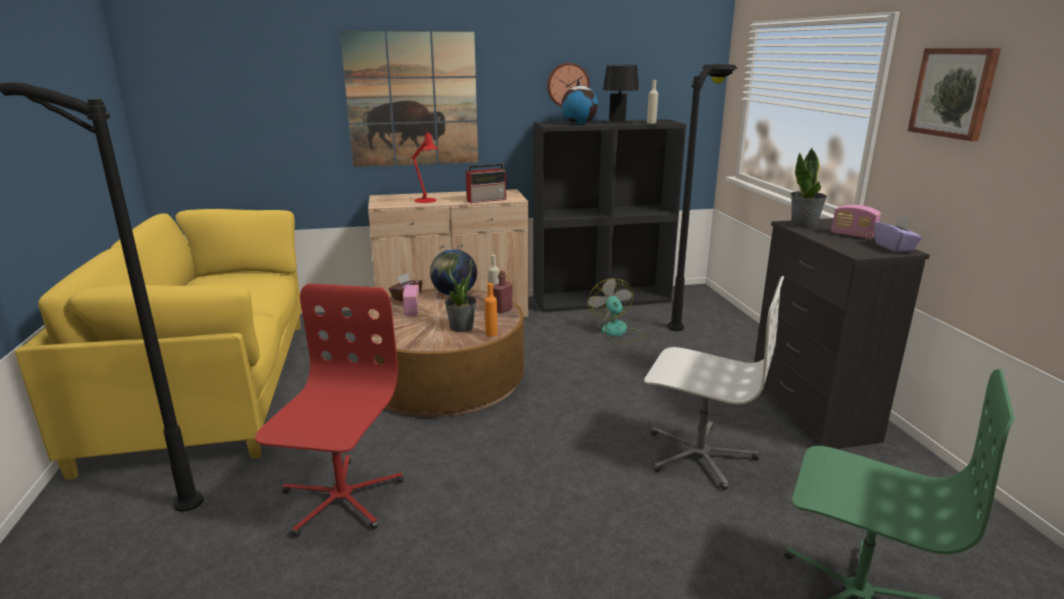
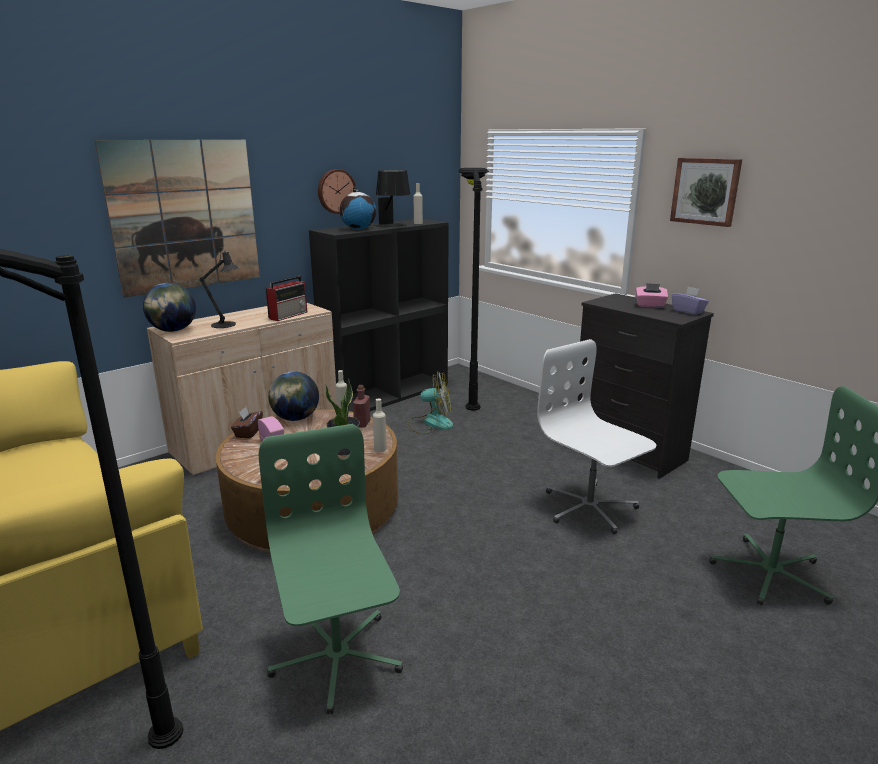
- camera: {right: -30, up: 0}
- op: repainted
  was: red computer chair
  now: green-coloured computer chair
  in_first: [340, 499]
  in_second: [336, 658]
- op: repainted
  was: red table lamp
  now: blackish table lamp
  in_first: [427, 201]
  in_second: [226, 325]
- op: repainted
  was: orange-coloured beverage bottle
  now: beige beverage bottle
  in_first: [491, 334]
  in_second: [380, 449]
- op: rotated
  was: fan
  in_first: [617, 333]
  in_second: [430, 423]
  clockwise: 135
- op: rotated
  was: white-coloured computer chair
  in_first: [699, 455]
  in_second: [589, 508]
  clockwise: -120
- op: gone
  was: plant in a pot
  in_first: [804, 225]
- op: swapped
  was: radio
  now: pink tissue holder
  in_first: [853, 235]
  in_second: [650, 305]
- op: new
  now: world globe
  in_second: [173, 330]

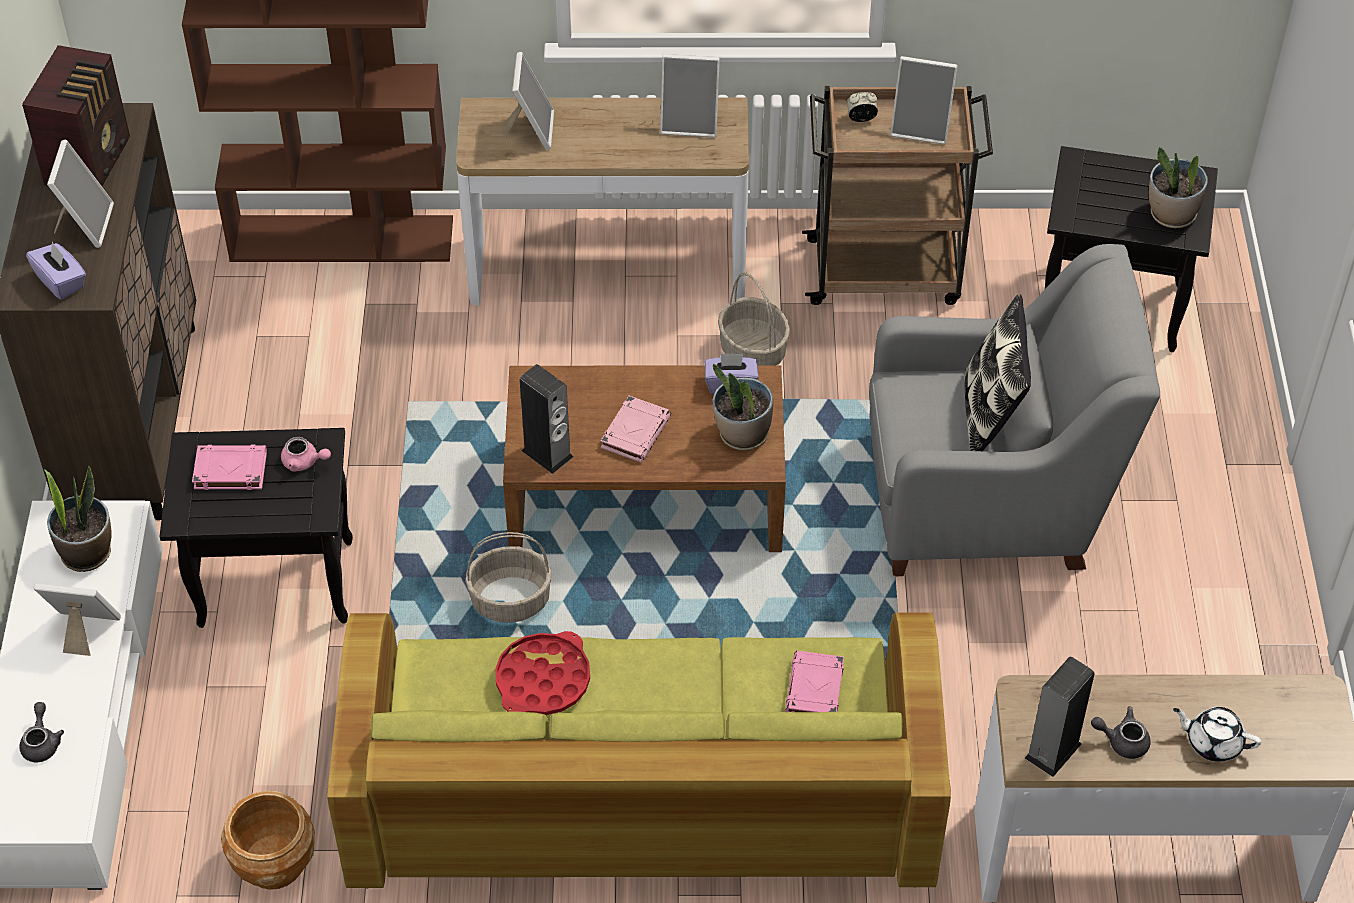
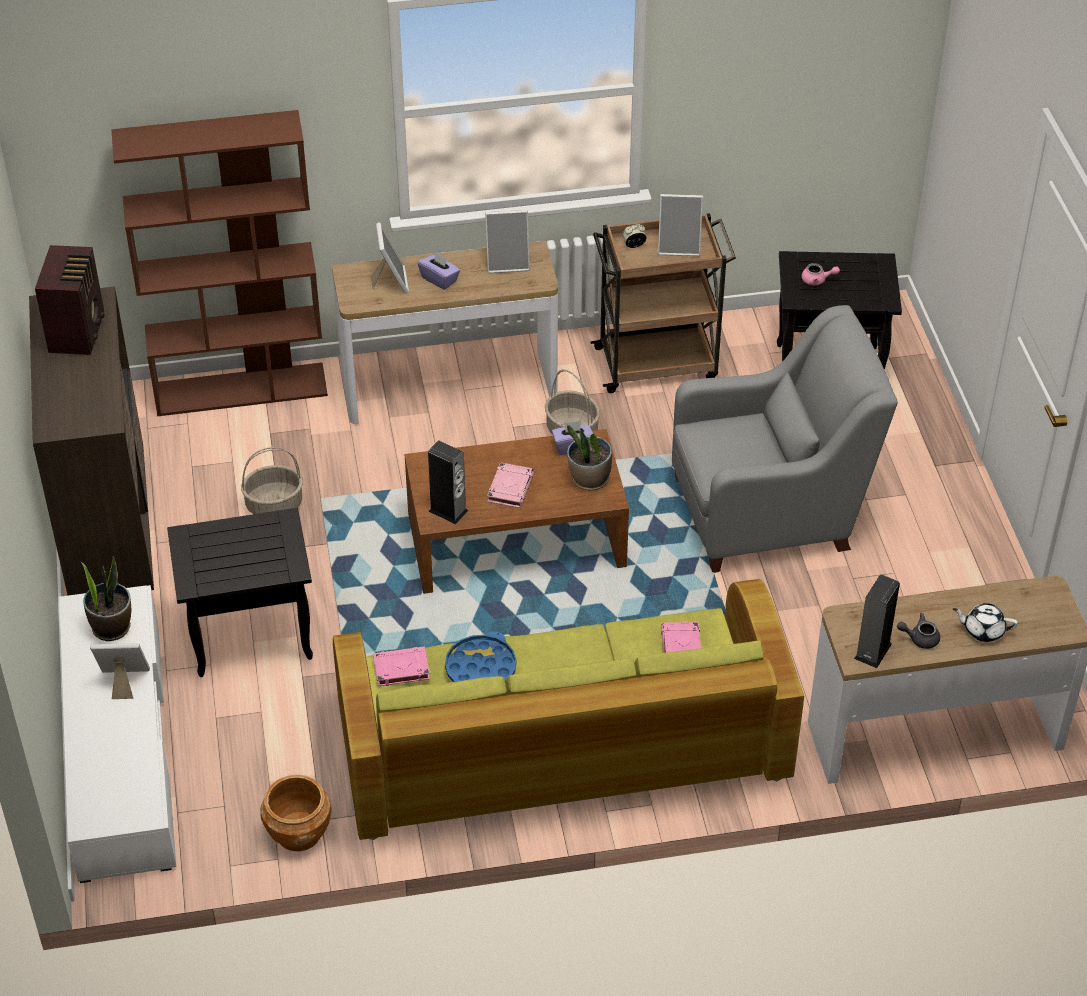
- camera: {right: -10, up: -5}
- op: gone
  was: gray tea pot
  in_first: [42, 742]
- op: shifted
  was: purple-coloured tissue holder
  in_first: [61, 281]
  in_second: [439, 279]
- op: gone
  was: picture frame
  in_first: [85, 224]
- op: shifted
  was: pink volume
  in_first: [229, 471]
  in_second: [400, 669]
- op: shifted
  was: pink tea pot
  in_first: [304, 462]
  in_second: [817, 280]
- op: shifted
  was: household basket
  in_first: [511, 599]
  in_second: [275, 504]
- op: repainted
  was: red tray
  now: blue-coloured tray
  in_first: [543, 680]
  in_second: [480, 668]
- op: gone
  was: pillow
  in_first: [990, 414]
- op: gone
  was: plant in a pot
  in_first: [1171, 215]

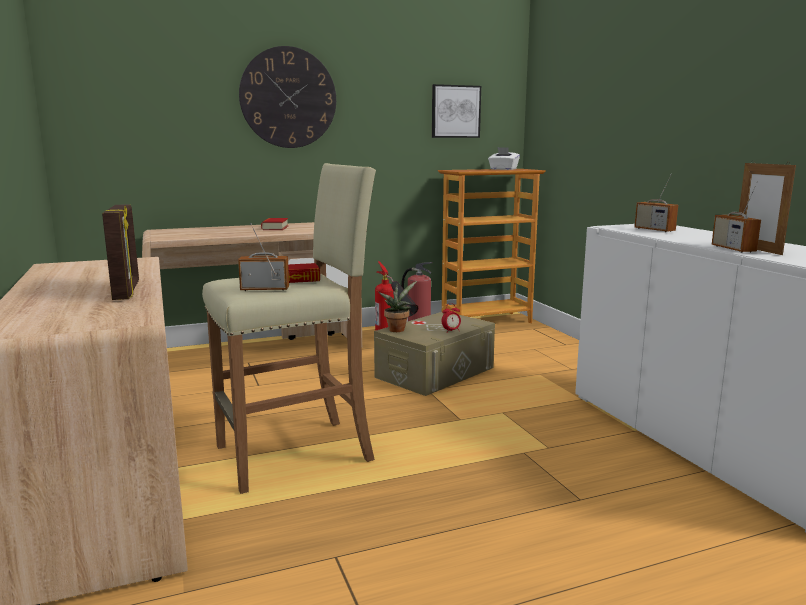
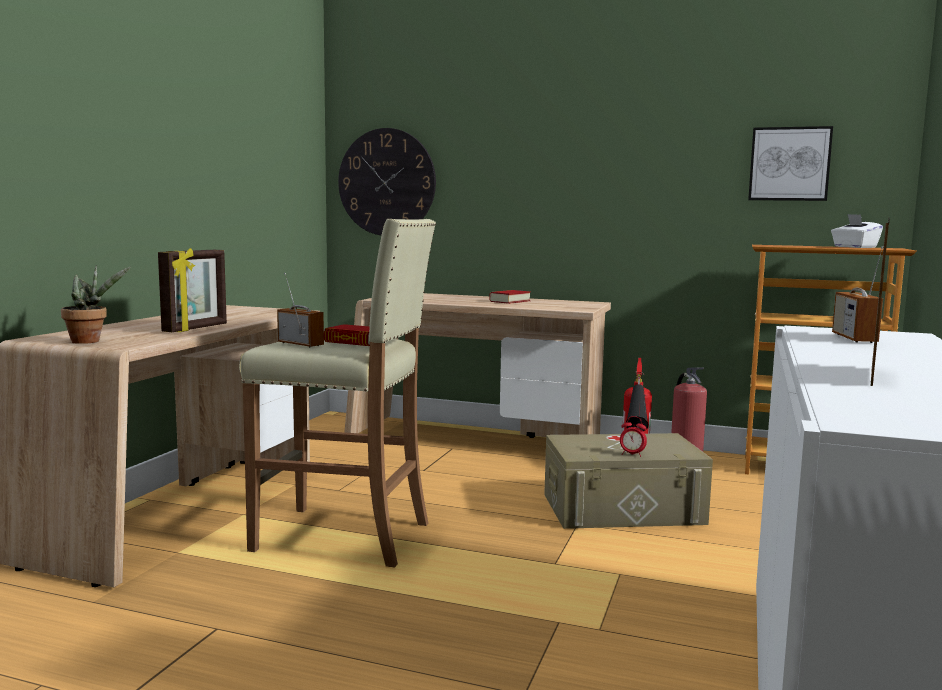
- camera: {right: 40, up: -5}
- op: shifted
  was: clock on the wall
  in_first: [288, 98]
  in_second: [386, 182]
- op: shifted
  was: plant in a pot
  in_first: [397, 329]
  in_second: [90, 341]
- op: gone
  was: radio
  in_first: [733, 249]

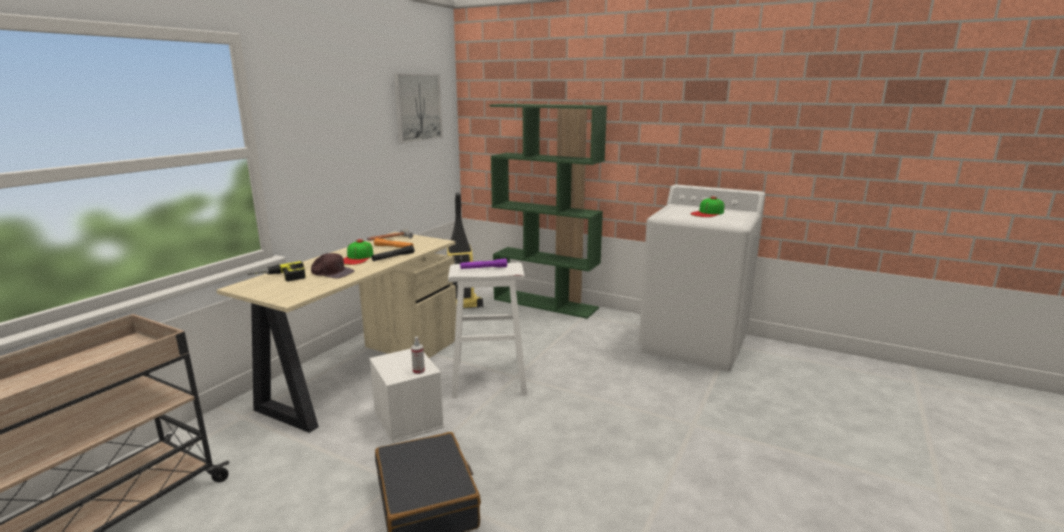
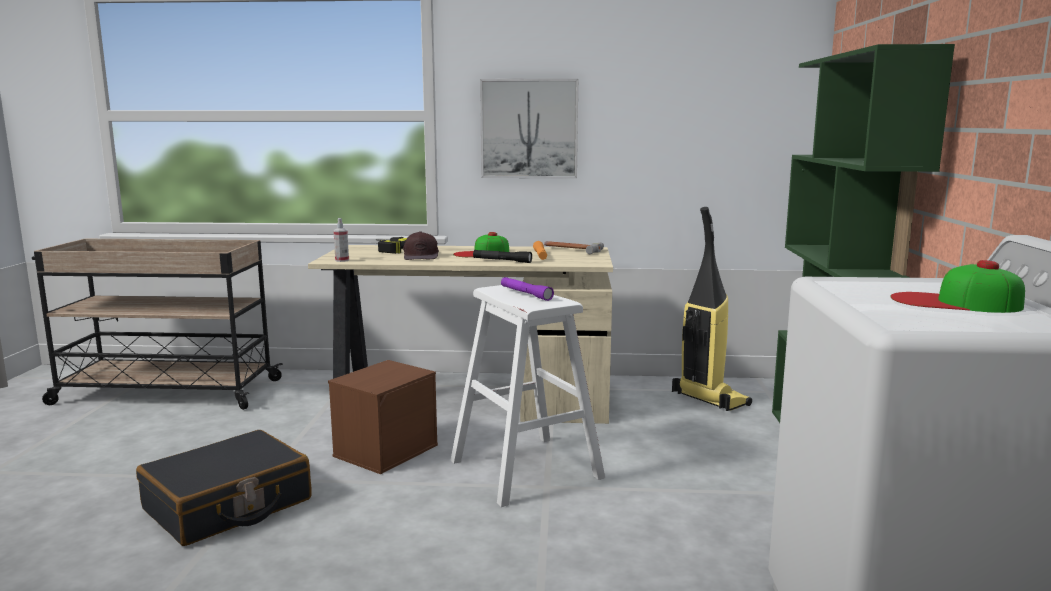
- camera: {right: 65, up: -5}
- op: repainted
  was: white-coloured storage bin
  now: brown storage bin
  in_first: [407, 419]
  in_second: [386, 450]
- op: shifted
  was: wall picture
  in_first: [417, 107]
  in_second: [529, 129]
- op: shifted
  was: hand sprayer
  in_first: [418, 371]
  in_second: [342, 260]

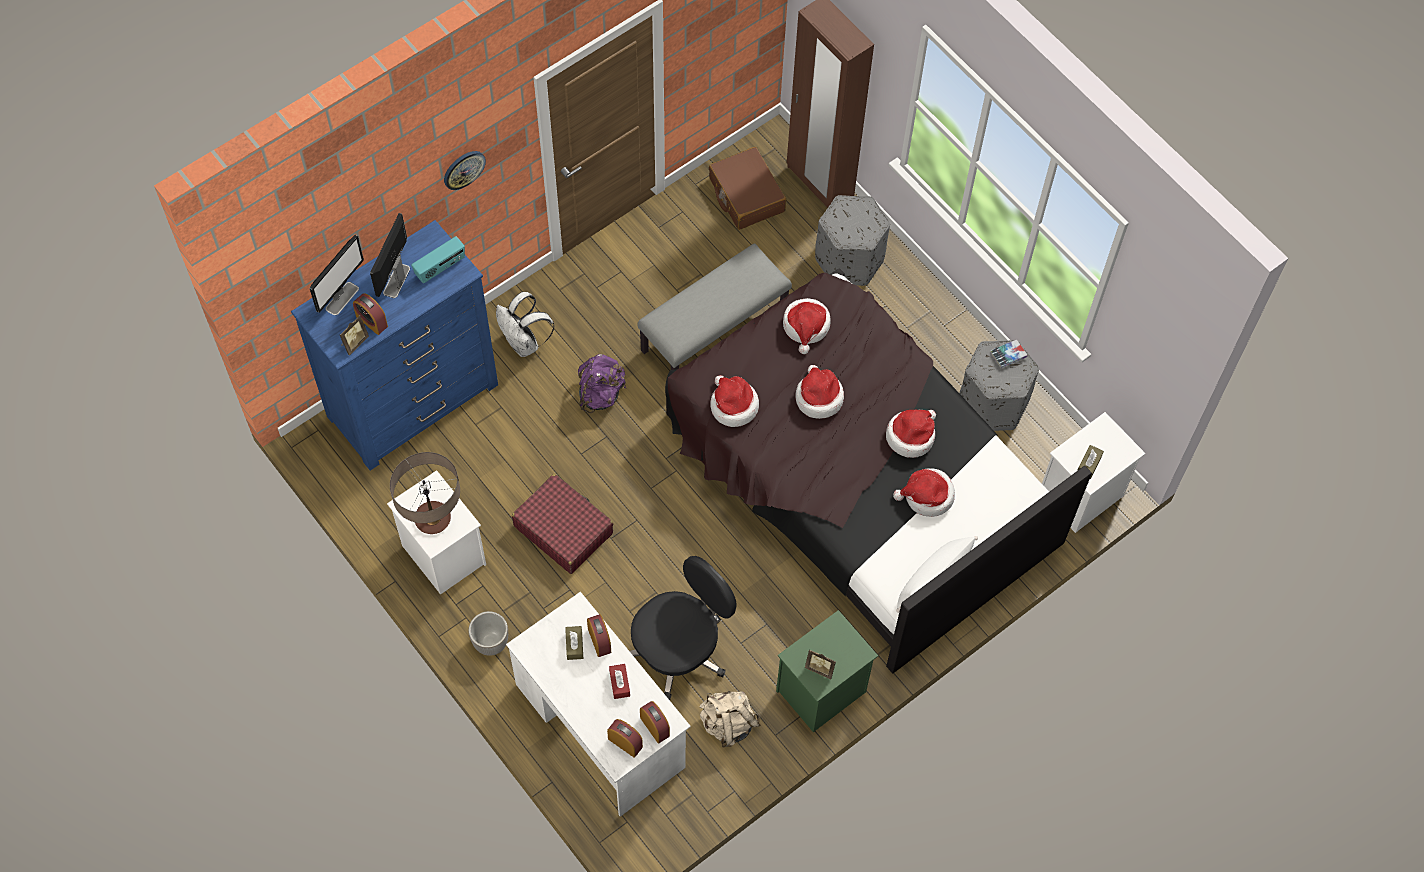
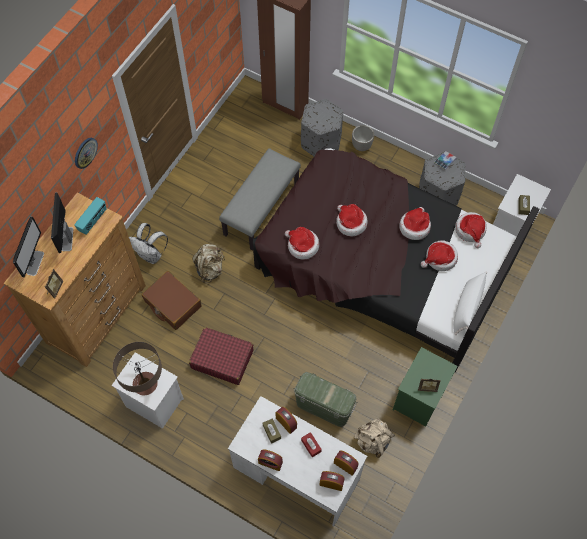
- camera: {right: -20, up: 0}
- op: repainted
  was: blue-coloured drawer chest
  now: brown drawer chest
  in_first: [413, 401]
  in_second: [97, 314]
- op: shifted
  was: bedside clock
  in_first: [371, 321]
  in_second: [270, 462]
- op: shifted
  was: plant pot
  in_first: [490, 643]
  in_second: [361, 146]
- op: repainted
  was: purple-coloured rucksack
  now: beige rucksack
  in_first: [600, 394]
  in_second: [210, 269]
- op: swapped
  was: blackish computer chair
  now: green-coloured storage bin
  in_first: [679, 650]
  in_second: [324, 406]
- op: shifted
  was: brown piece of luggage
  in_first: [746, 195]
  in_second: [172, 304]
- op: shifted
  was: hat
  in_first: [806, 327]
  in_second: [470, 230]

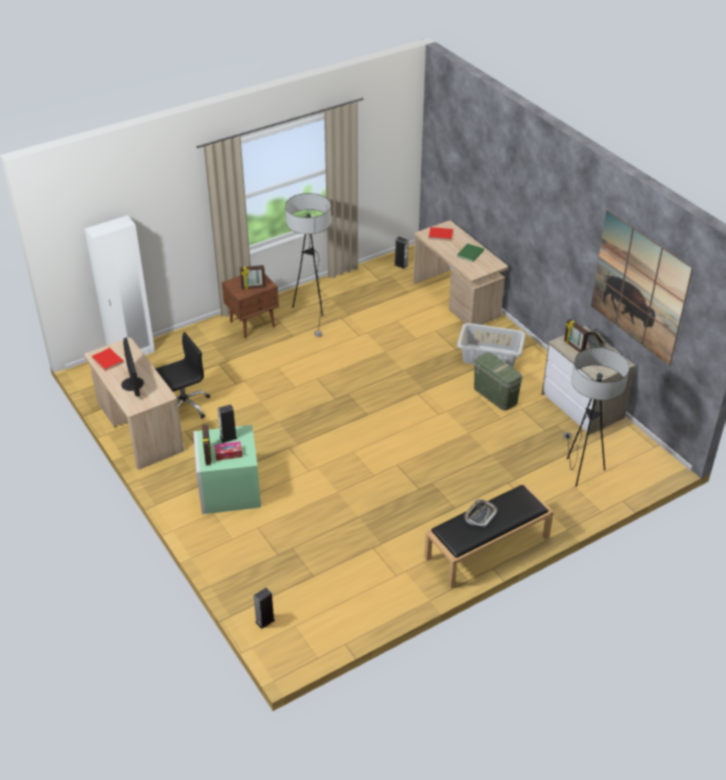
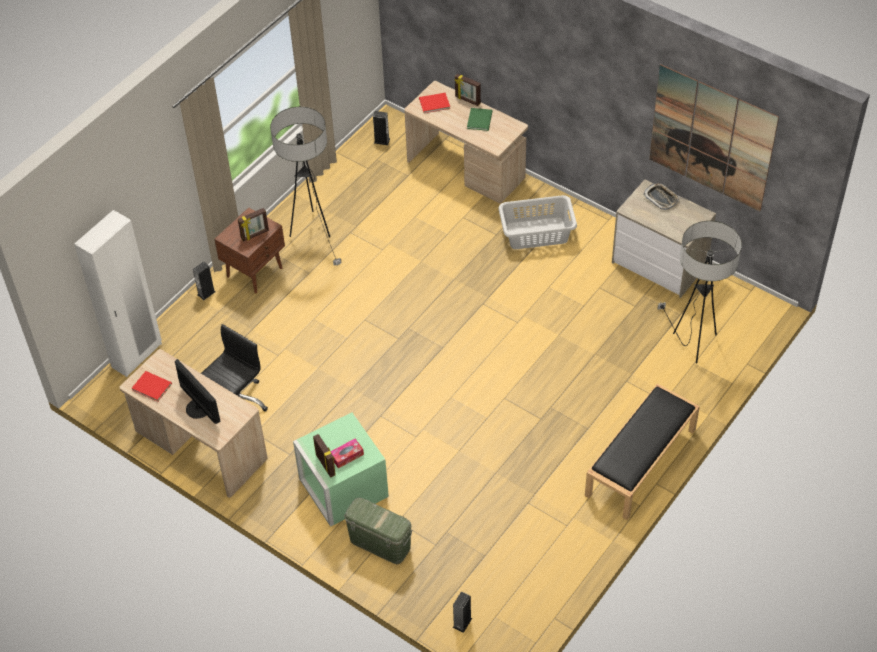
- camera: {right: -20, up: 10}
- op: shifted
  was: audio speaker
  in_first: [228, 437]
  in_second: [206, 293]
- op: gone
  was: tray
  in_first: [480, 515]
- op: shifted
  was: green-coloured storage bin
  in_first: [495, 395]
  in_second: [380, 543]
- op: shifted
  was: picture frame
  in_first: [574, 347]
  in_second: [467, 100]

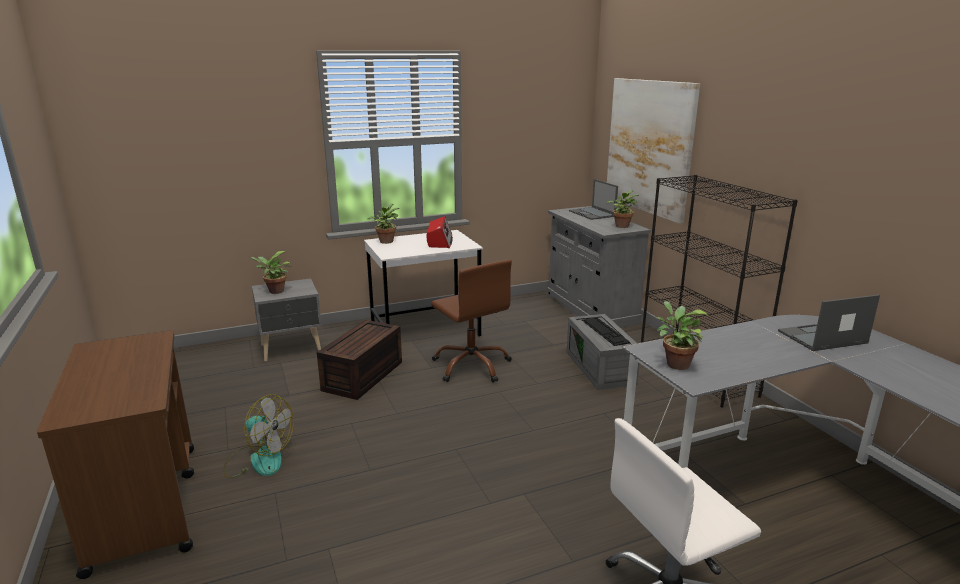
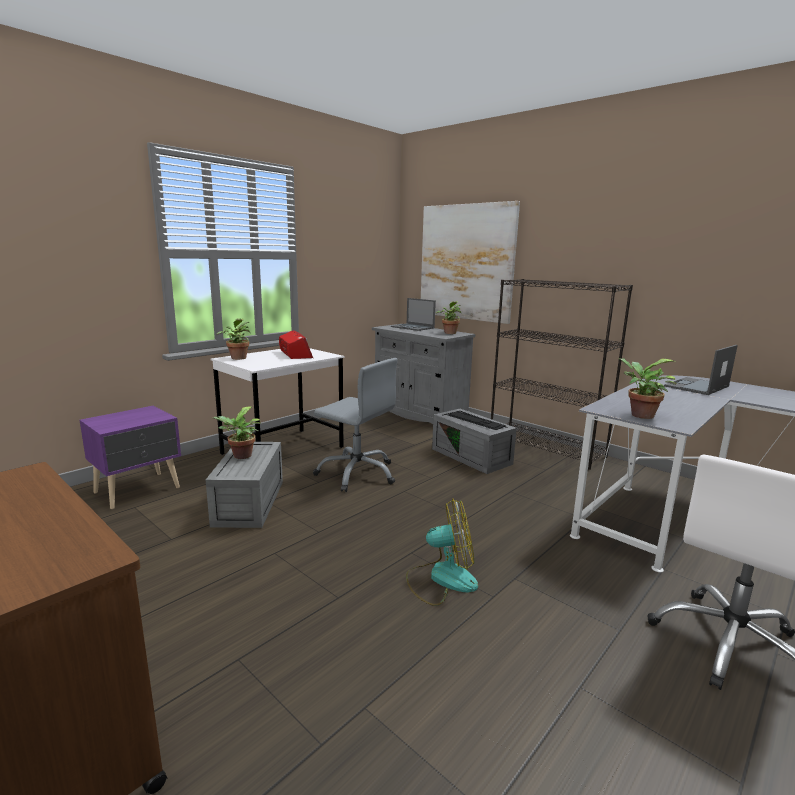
- camera: {right: -25, up: -5}
- op: shifted
  was: fan
  in_first: [258, 460]
  in_second: [441, 579]
- op: shifted
  was: plant in a pot
  in_first: [274, 291]
  in_second: [240, 456]
- op: repainted
  was: gray night table
  now: purple-coloured night table
  in_first: [292, 349]
  in_second: [139, 490]
- op: repainted
  was: brown storage bin
  now: gray storage bin
  in_first: [363, 377]
  in_second: [250, 503]
- op: repainted
  was: brown computer chair
  now: gray computer chair
  in_first: [472, 365]
  in_second: [357, 473]

